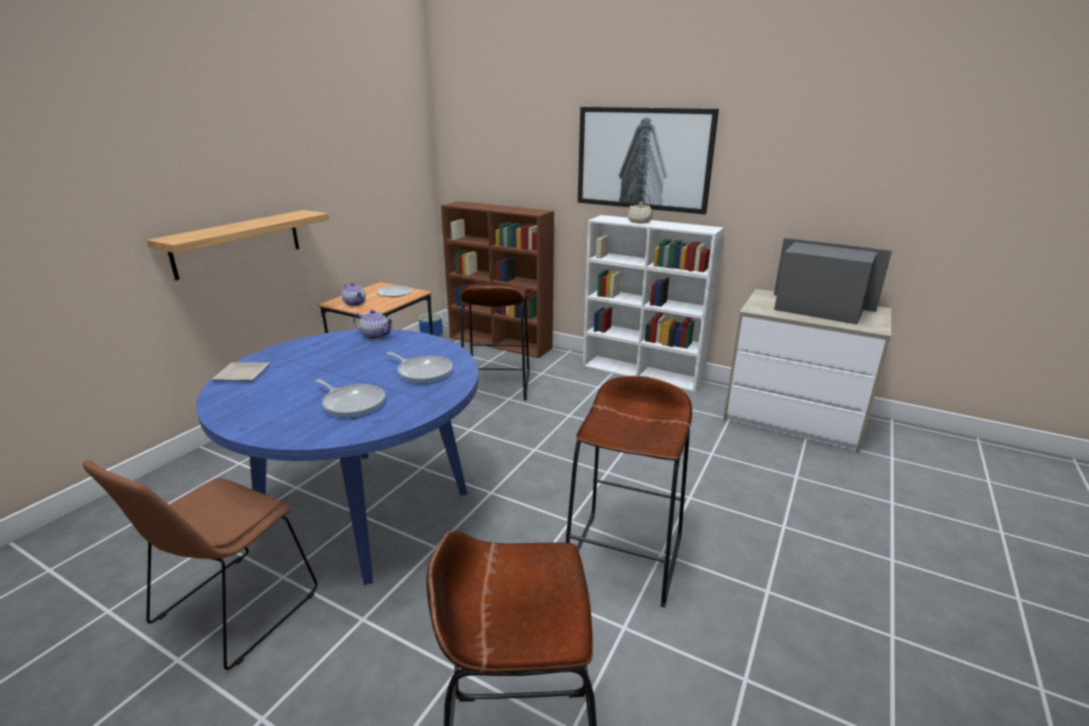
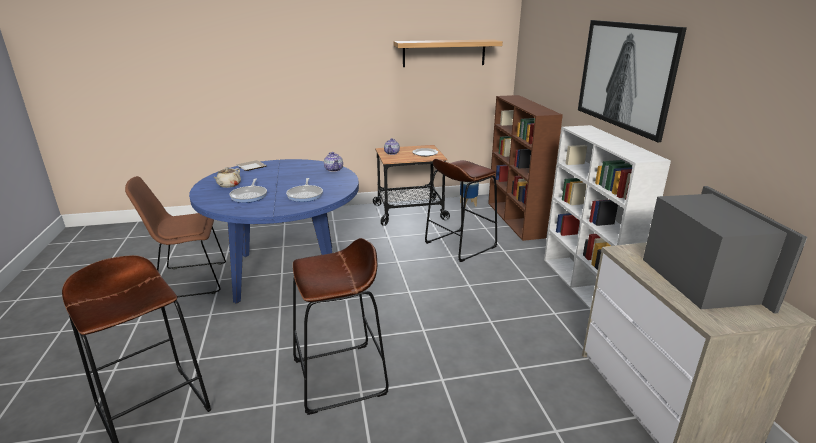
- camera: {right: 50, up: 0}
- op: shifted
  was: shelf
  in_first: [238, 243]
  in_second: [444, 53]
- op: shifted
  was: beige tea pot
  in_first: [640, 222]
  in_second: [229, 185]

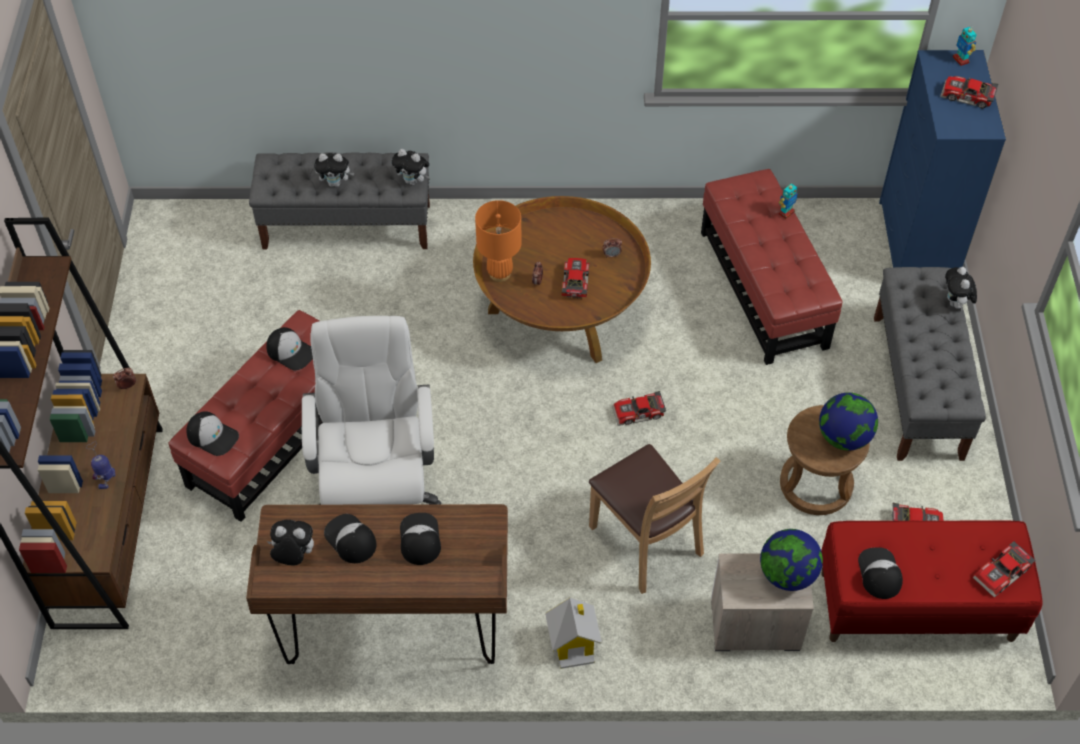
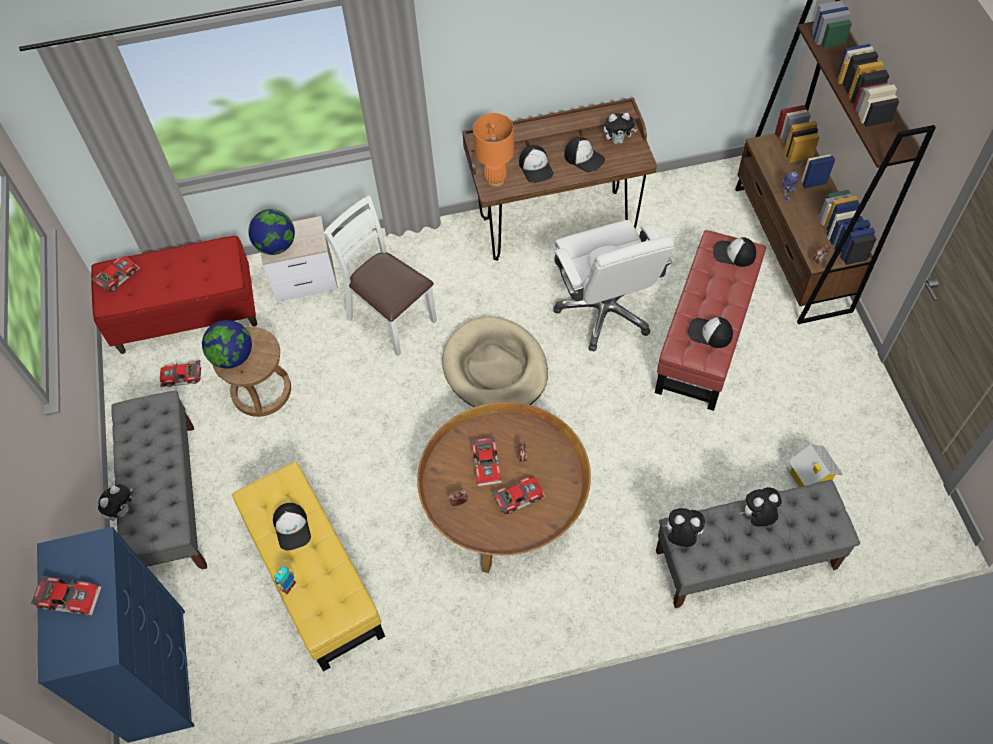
- camera: {right: 170, up: 5}
- op: shifted
  was: orange-coloured table lamp
  in_first: [500, 273]
  in_second: [495, 180]
- op: shifted
  was: miniature house
  in_first: [573, 644]
  in_second: [808, 479]
- op: repainted
  was: brown chair
  now: white-coloured chair
  in_first: [646, 542]
  in_second: [391, 318]
- op: shifted
  was: toy car
  in_first: [638, 413]
  in_second: [518, 496]
- op: repainted
  was: red ottoman
  now: yellow ottoman
  in_first: [764, 288]
  in_second: [314, 578]
- op: shifted
  was: baseball cap
  in_first: [879, 573]
  in_second: [292, 528]
- op: rotated
  was: plush toy
  in_first: [955, 304]
  in_second: [122, 510]
  clockwise: 45
- op: gone
  was: toy robot
  in_first: [961, 60]
- op: new
  now: beige pet bed
  in_second: [495, 368]

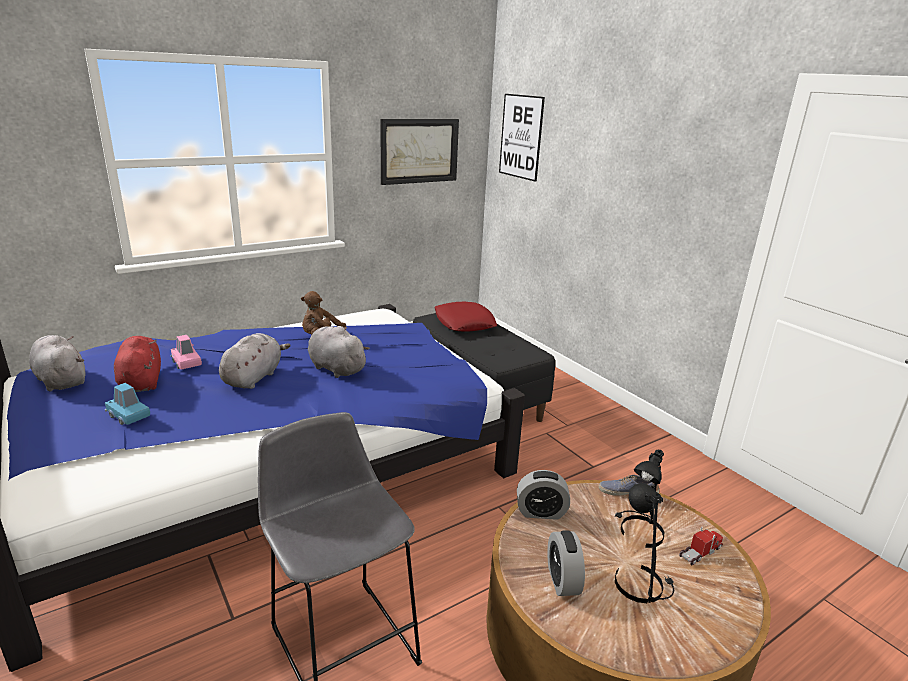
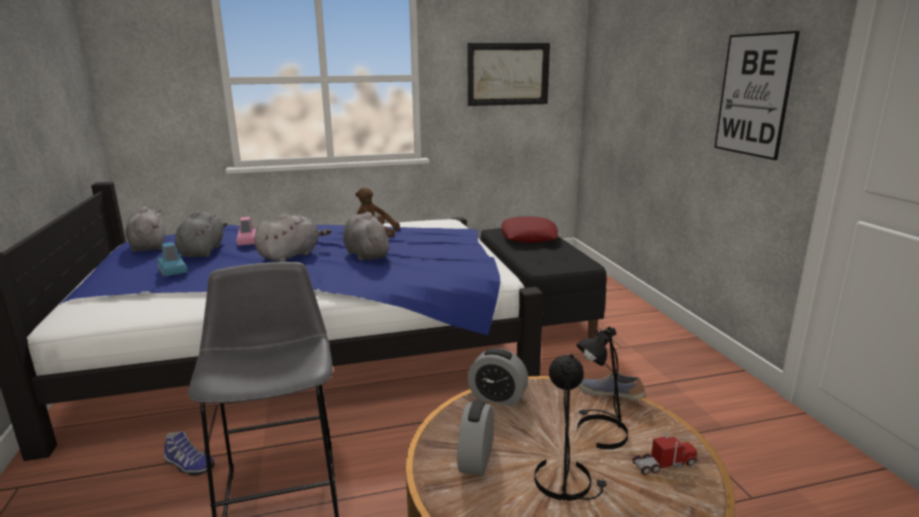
- camera: {right: 20, up: -5}
- op: repainted
  was: red plush toy
  now: gray plush toy
  in_first: [141, 381]
  in_second: [203, 251]
- op: shifted
  was: wall picture
  in_first: [521, 137]
  in_second: [753, 95]
- op: new
  now: low shoe
  in_second: [188, 465]

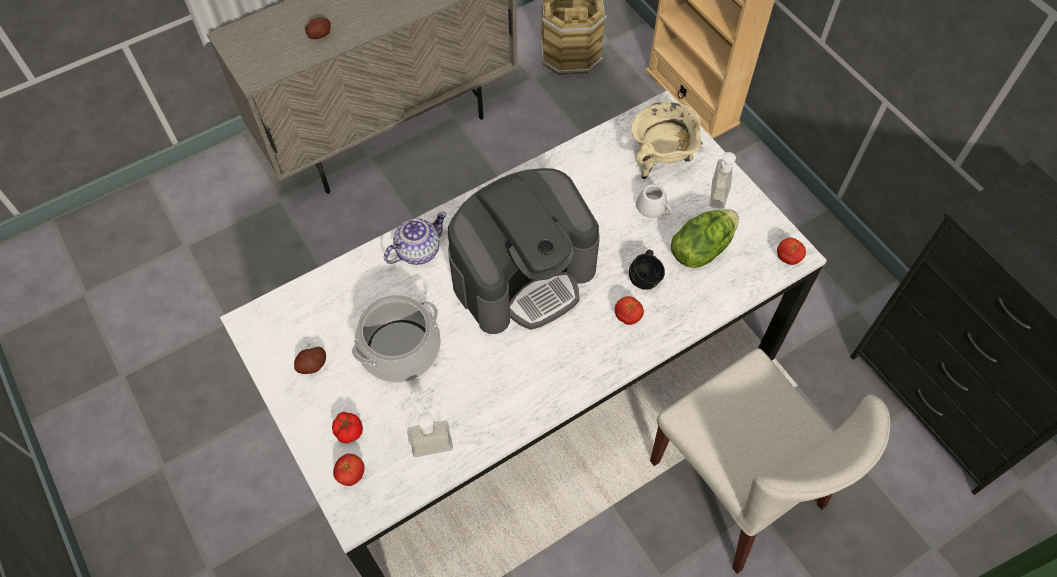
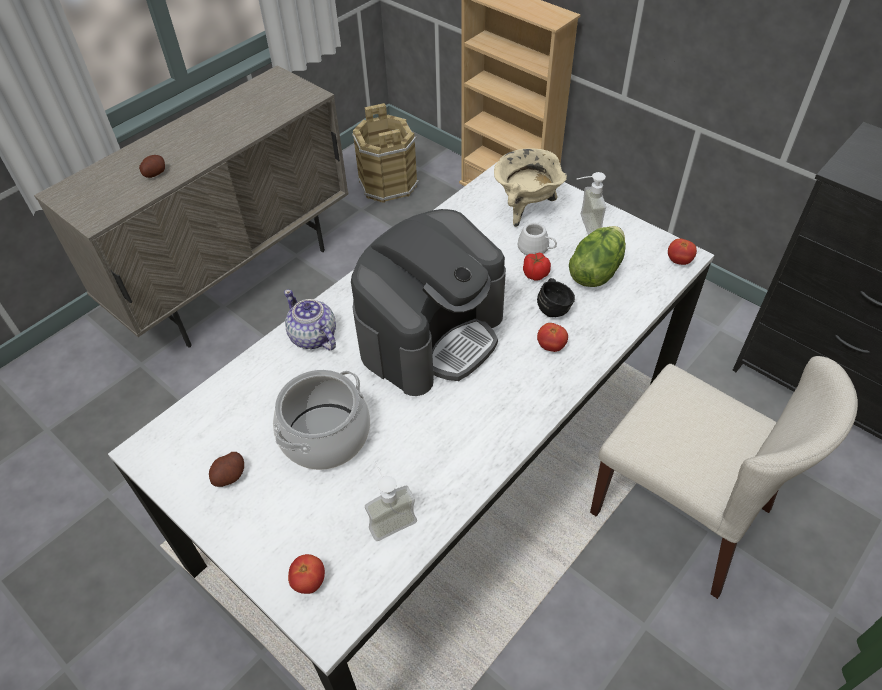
- camera: {right: -15, up: -10}
- op: shifted
  was: fresh tomato
  in_first: [349, 431]
  in_second: [535, 274]
- op: rotated
  was: tea pot
  in_first: [417, 250]
  in_second: [313, 337]
  clockwise: -75

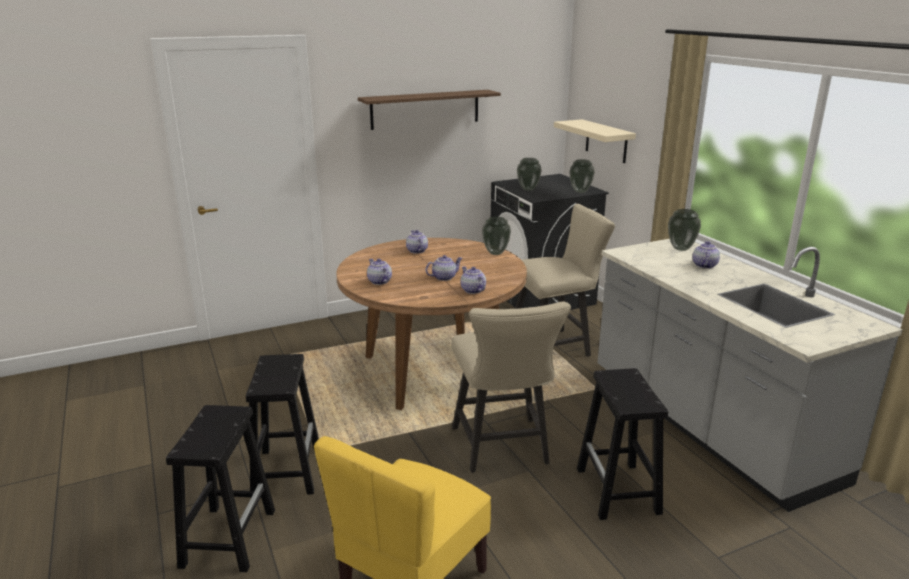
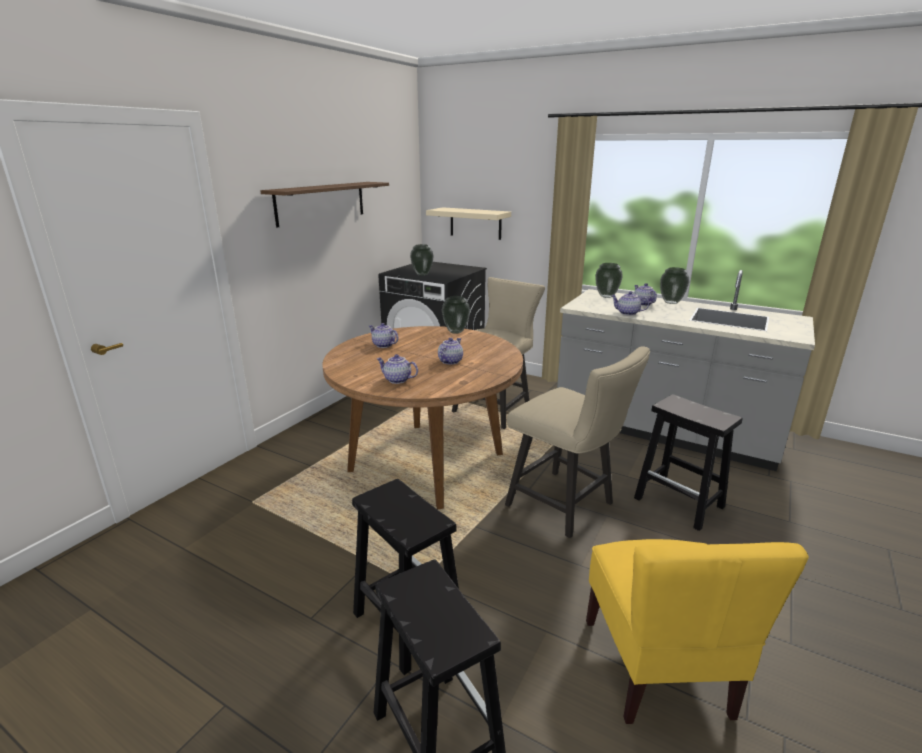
- camera: {right: -35, up: 0}
- op: shifted
  was: tea pot
  in_first: [472, 290]
  in_second: [627, 313]
- op: shifted
  was: flower vase
  in_first: [580, 191]
  in_second: [670, 302]

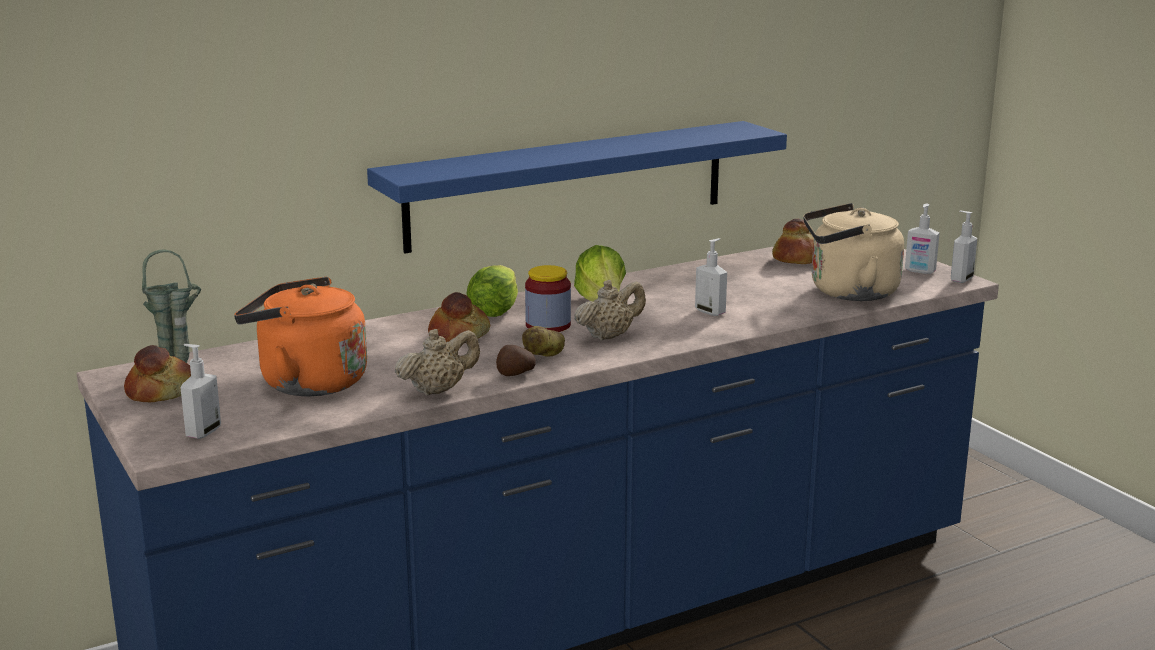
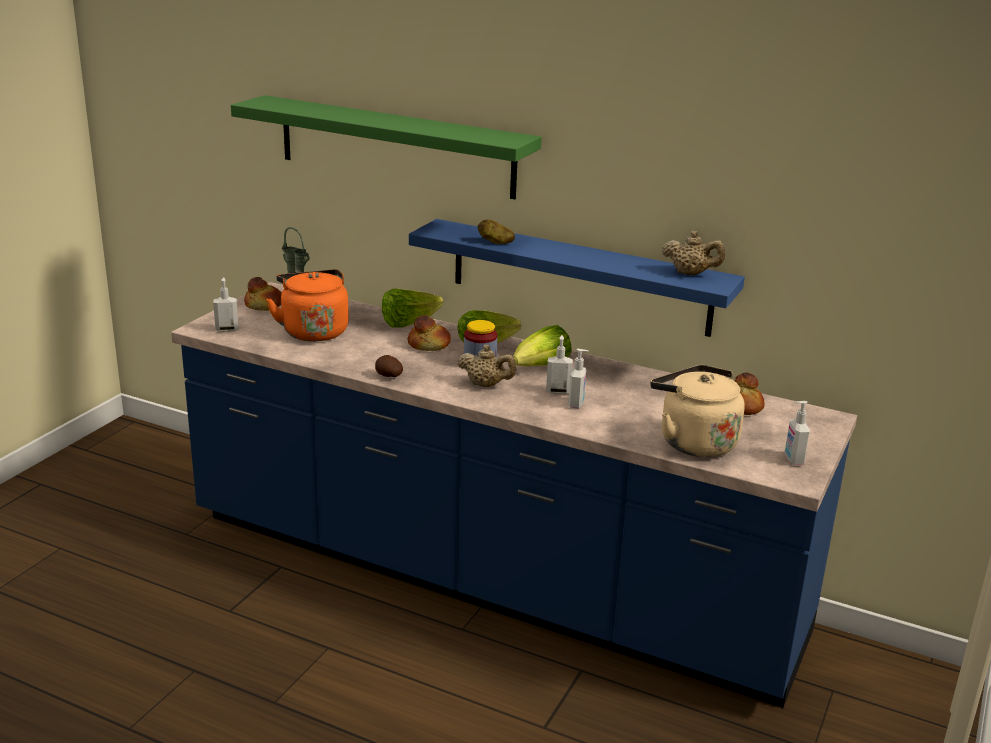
- camera: {right: 55, up: 5}
- op: shifted
  was: beige tea pot
  in_first: [438, 390]
  in_second: [690, 273]
- op: shifted
  was: potato
  in_first: [545, 355]
  in_second: [495, 242]
- op: shifted
  was: liquid soap bottle
  in_first: [960, 279]
  in_second: [558, 391]
- op: new
  now: green-coloured shelf
  in_second: [395, 146]
- op: new
  now: head of lettuce
  in_second: [408, 324]

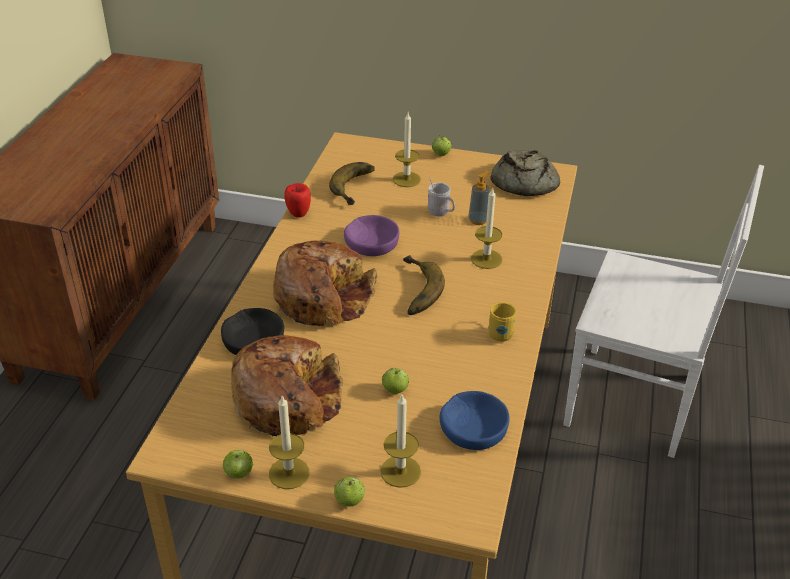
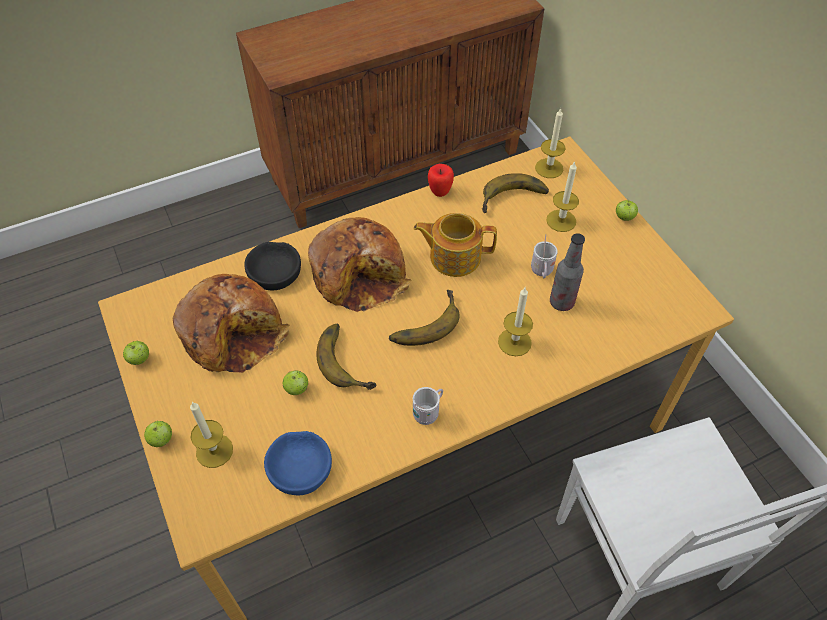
- camera: {right: 50, up: 15}
- op: shifted
  was: wax light
  in_first: [289, 473]
  in_second: [549, 168]
- op: swapped
  was: purple-coloured serving bowl
  now: tea pot
  in_first: [371, 242]
  in_second: [454, 256]
- op: swapped
  was: liquid soap bottle
  now: beverage bottle
  in_first: [478, 220]
  in_second: [561, 302]
- op: repainted
  was: yellow coffee mug
  now: white-coloured coffee mug
  in_first: [499, 332]
  in_second: [428, 412]
- op: gone
  was: bread
  in_first: [522, 182]
- op: new
  now: banana fruit
  in_second: [349, 359]

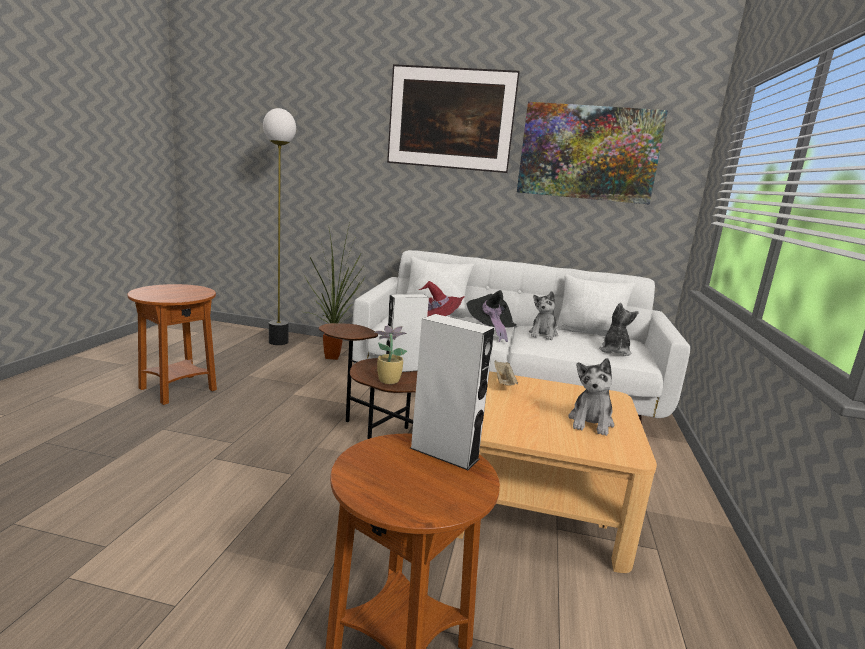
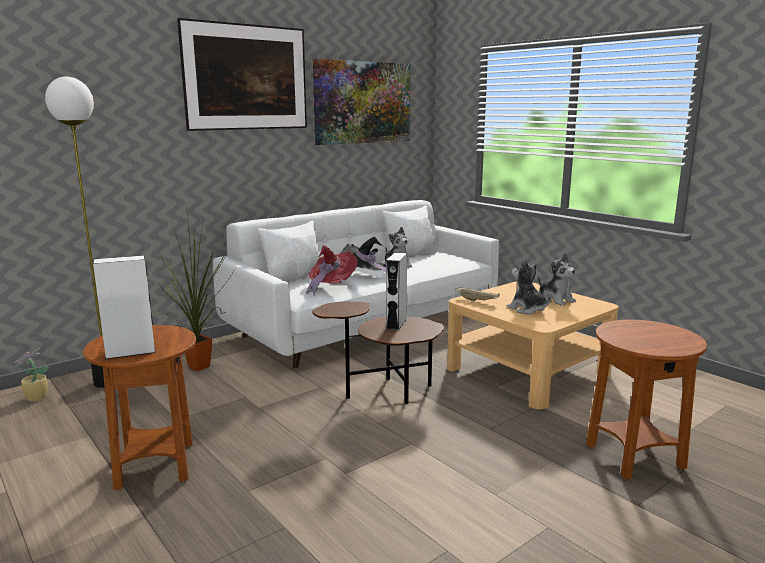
- camera: {right: -50, up: 0}
- op: shifted
  was: plant in a pot
  in_first: [387, 380]
  in_second: [35, 398]
- op: shifted
  was: white-coloured audio speaker
  in_first: [444, 453]
  in_second: [130, 352]
- op: shifted
  was: plush toy
  in_first: [614, 351]
  in_second: [527, 309]

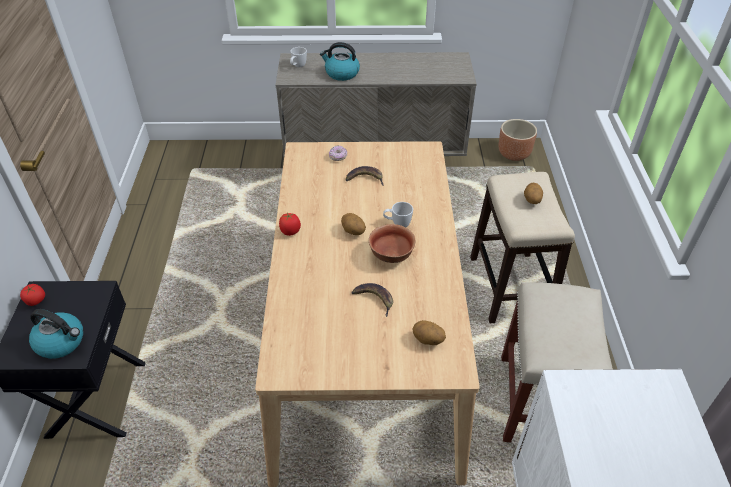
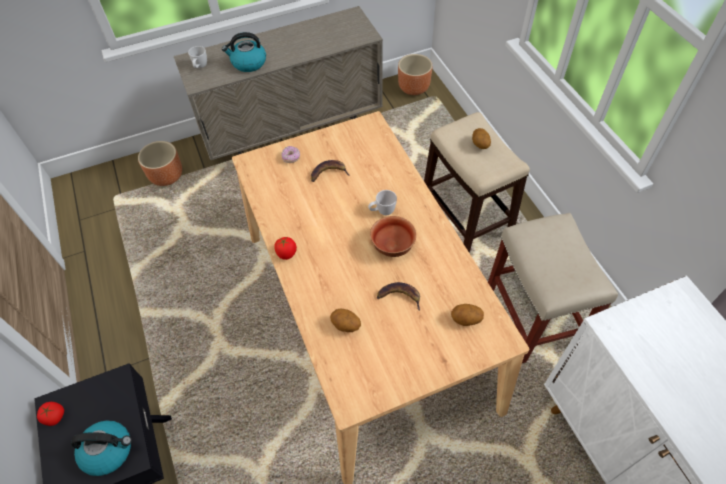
- camera: {right: -20, up: 10}
- op: shifted
  was: potato
  in_first: [353, 232]
  in_second: [345, 326]
- op: new
  now: brown plant pot
  in_second: [167, 176]

